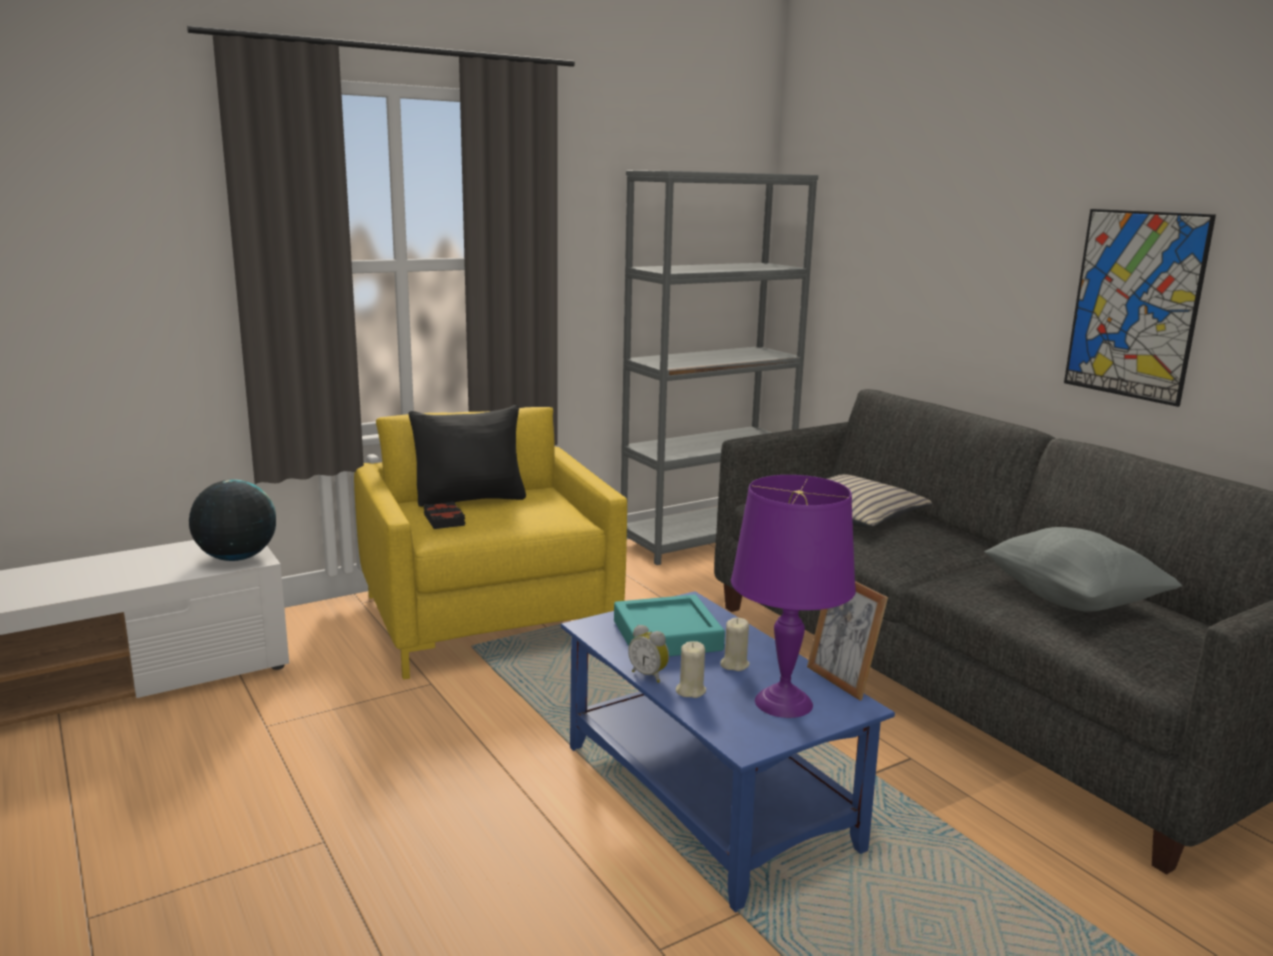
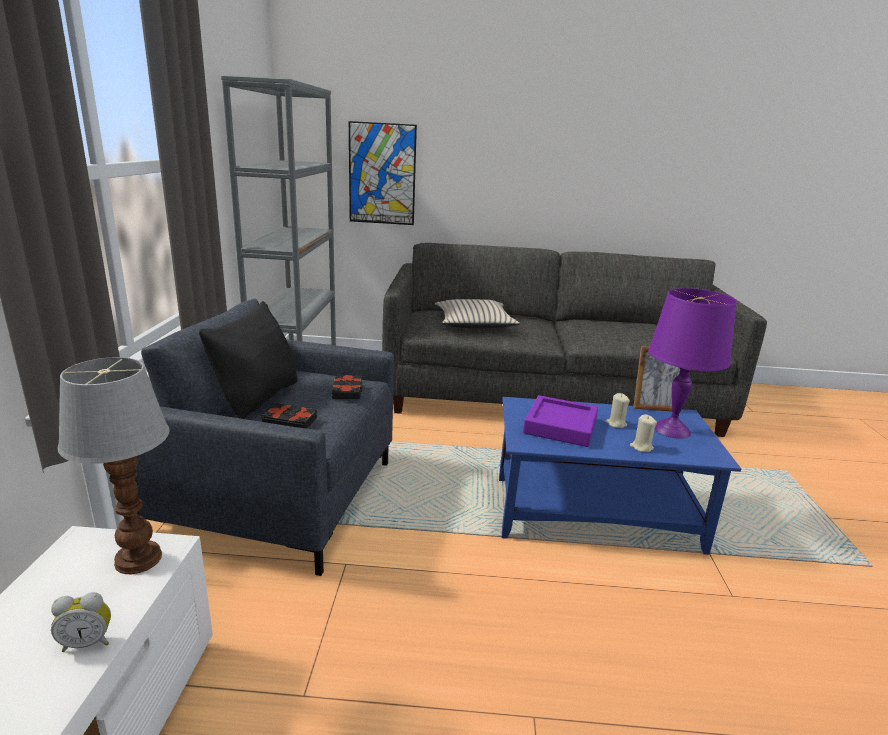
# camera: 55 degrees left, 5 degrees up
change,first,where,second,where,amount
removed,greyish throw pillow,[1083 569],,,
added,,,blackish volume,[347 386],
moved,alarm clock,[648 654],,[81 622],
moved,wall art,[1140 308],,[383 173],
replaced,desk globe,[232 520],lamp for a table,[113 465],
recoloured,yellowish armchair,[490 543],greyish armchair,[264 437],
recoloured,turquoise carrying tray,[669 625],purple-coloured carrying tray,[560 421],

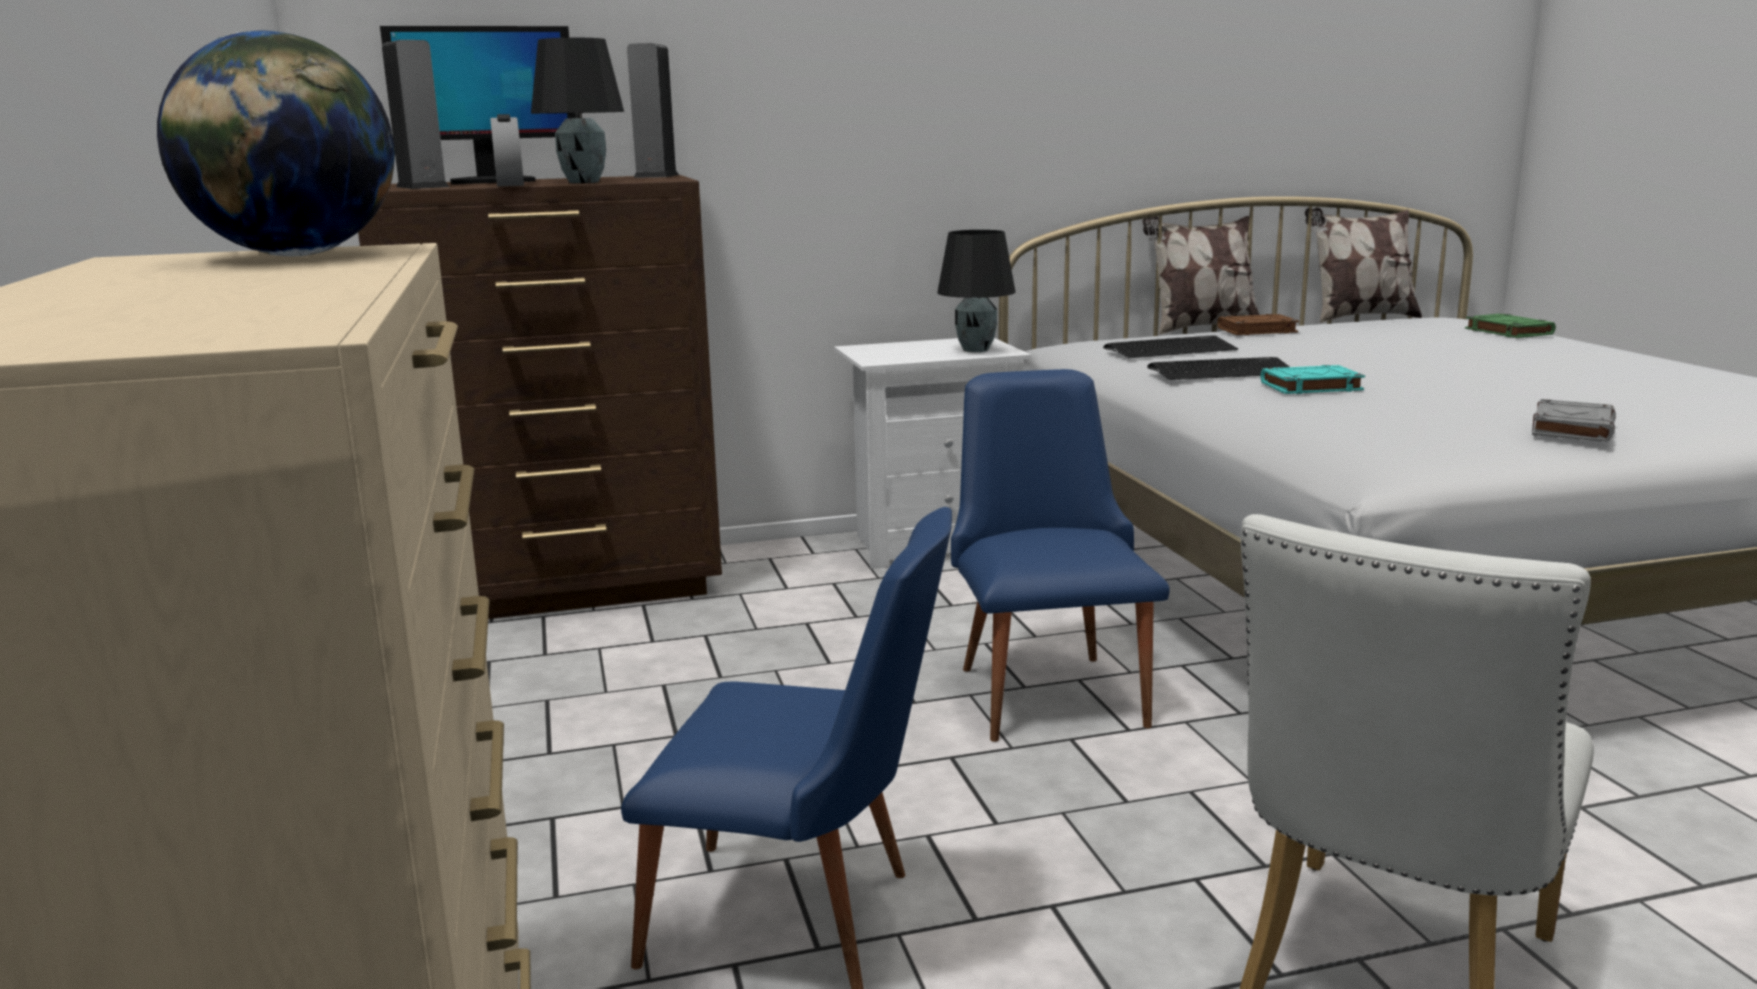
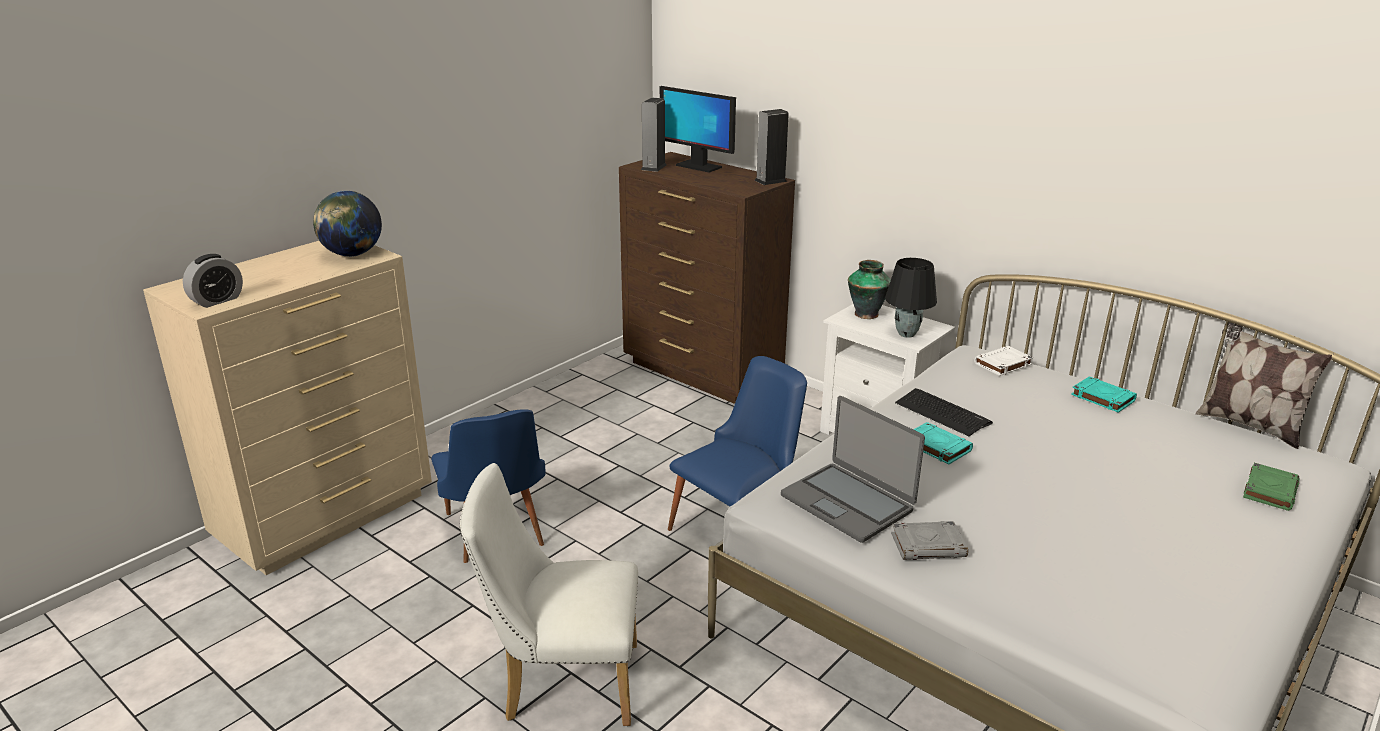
# camera: 55 degrees right, 10 degrees up
change,first,where,second,where,amount
removed,blackish lamp for a table,[577 110],,,
removed,computer keyboard,[1170 347],,,
removed,throw pillow,[1201 275],,,
added,,,portable computer,[853 469],
added,,,decorative vase,[869 289],
added,,,whitish volume,[1003 361],
moved,alarm clock,[507 150],,[213 281],
recoloured,brown-coloured volume,[1258 324],turquoise volume,[1104 394],

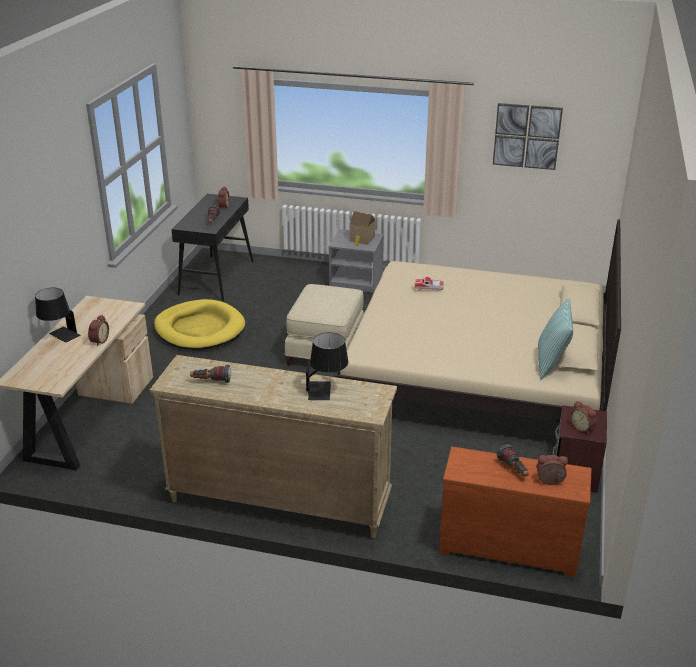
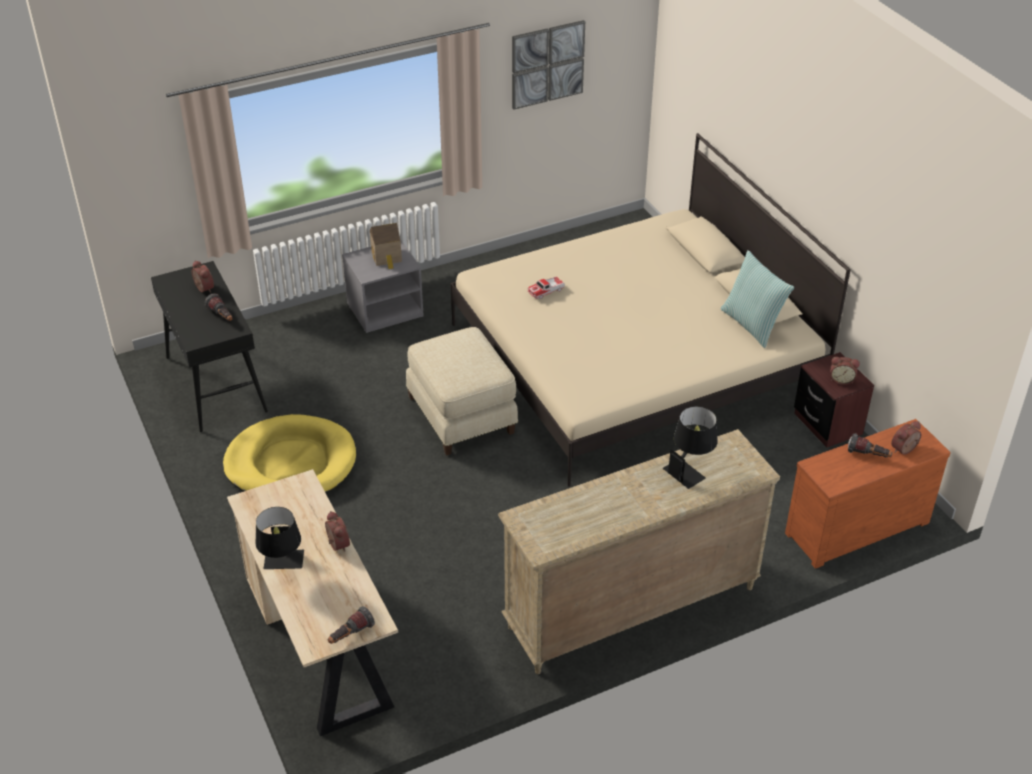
# camera: 40 degrees left, 10 degrees up
change,first,where,second,where,amount
moved,flashlight,[210 373],,[351 625],

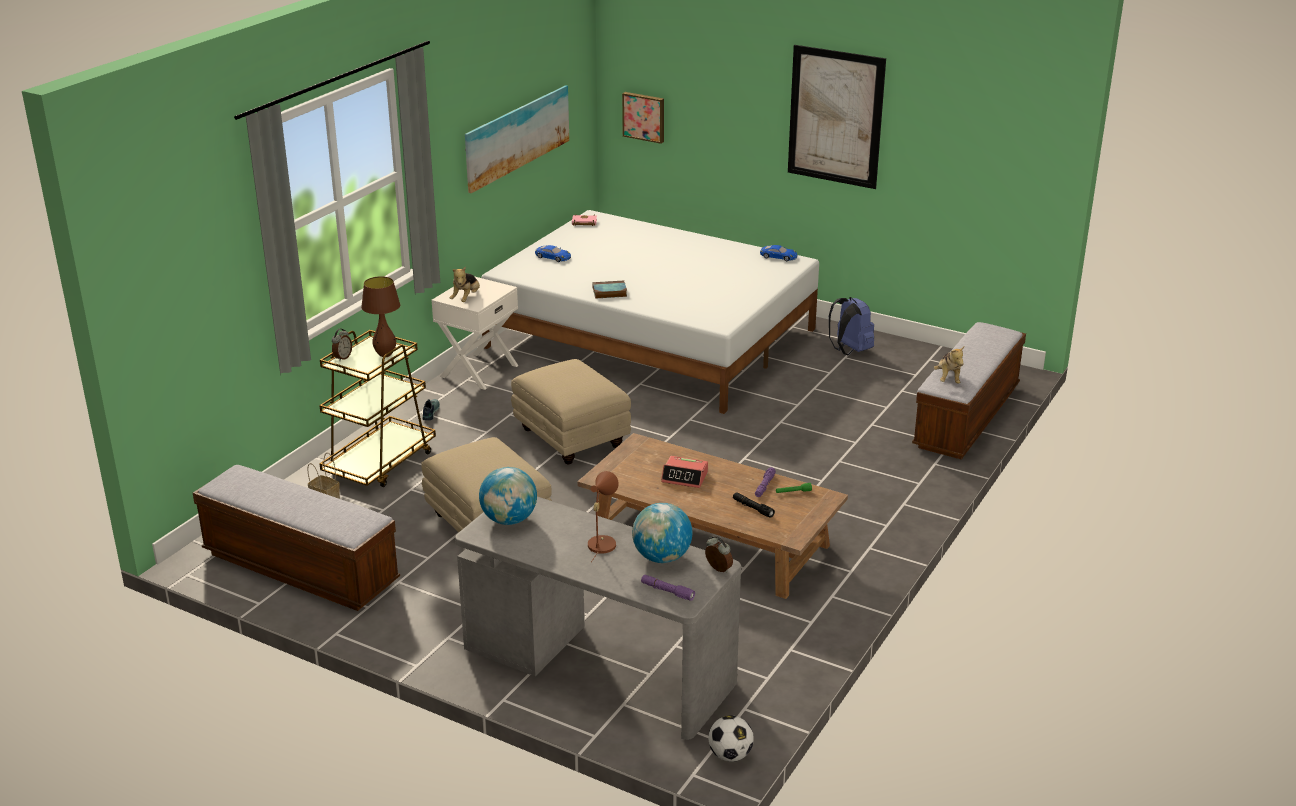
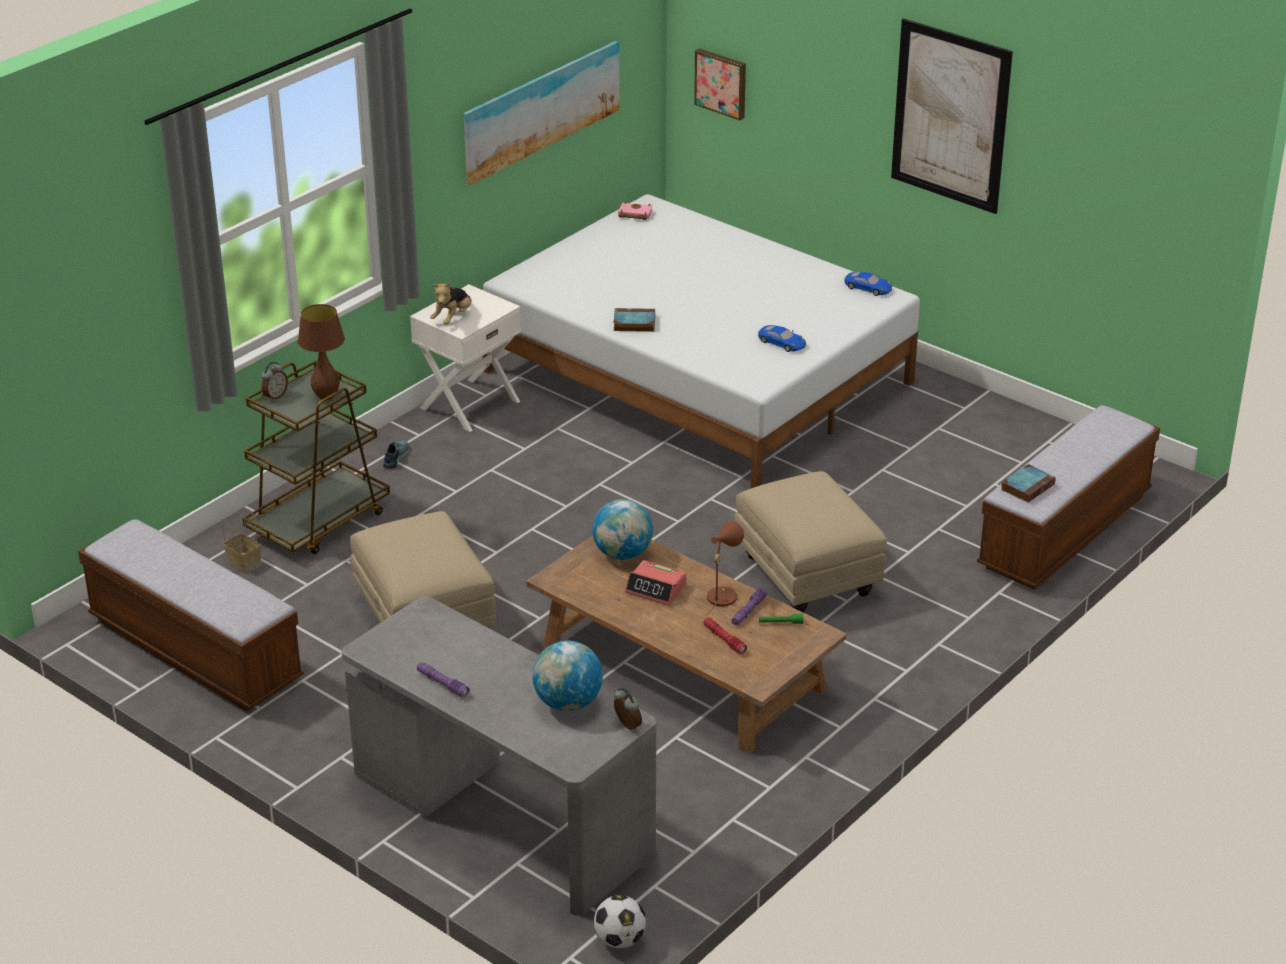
# camera: 10 degrees right, 5 degrees up
change,first,where,second,where,amount
removed,blue-coloured backpack,[851 326],,,
moved,desk globe,[508 496],,[622 529],
moved,beige pouffe,[571 411],,[810 542],
moved,blue-coloured model car,[553 253],,[782 338],
moved,brown-coloured lamp for a table,[603 516],,[725 568],
moved,purple-coloured flashlight,[668 588],,[443 679],
replaced,soft toy,[949 364],volume,[1028 483],
recoloured,blackish flashlight,[754 505],reddish flashlight,[725 635],

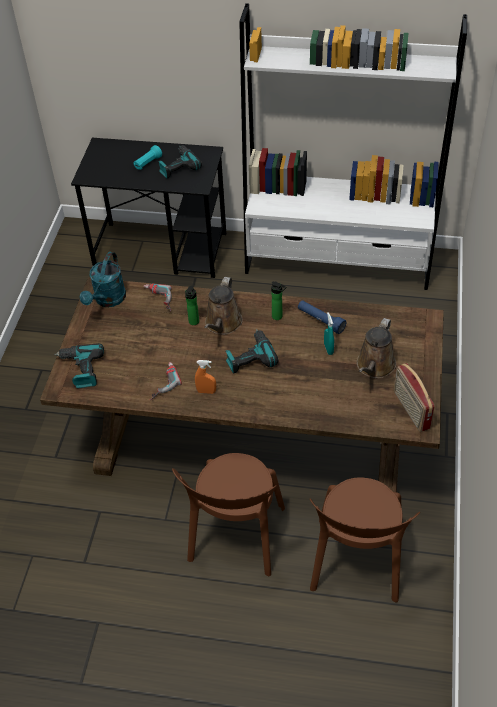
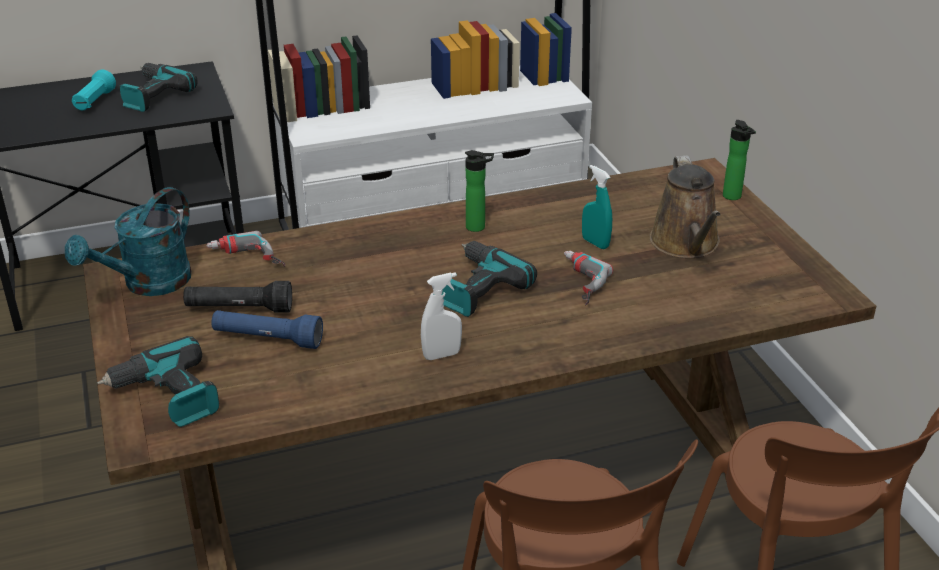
# camera: 30 degrees left, 15 degrees down
change,first,where,second,where,amount
removed,brown-coloured sprinkling can,[223 306],,,
removed,radio set,[414 397],,,
added,,,blackish flashlight,[237 297],
moved,drill,[166 381],,[588 278],
moved,beverage bottle,[192 305],,[739 160],
moved,blue-coloured flashlight,[322 317],,[267 329],
recoloured,orange-coloured sprayer,[205 377],whitish sprayer,[441 316],
turned,turquoise sprinkling can,[103 279],,[128 241],45 degrees clockwise

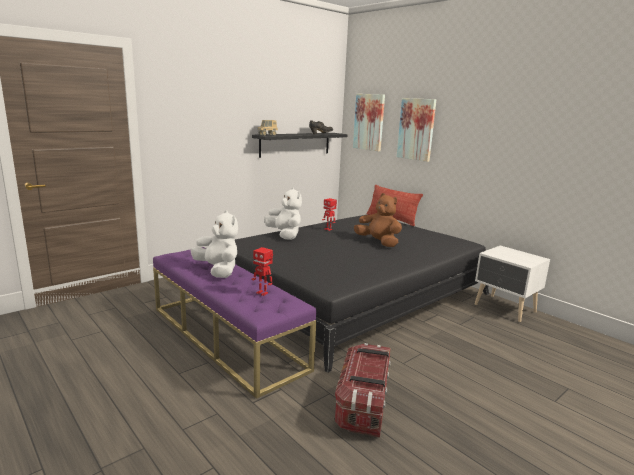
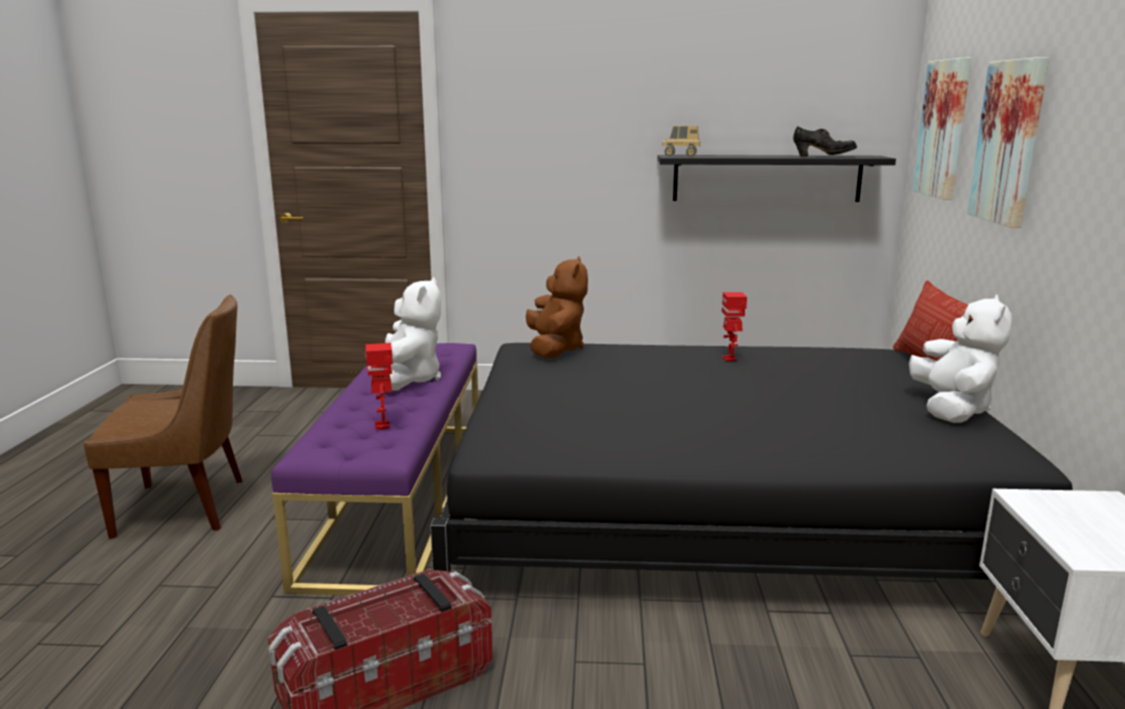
# camera: 45 degrees right, 0 degrees up
change,first,where,second,where,amount
added,,,brown-coloured upright chair,[163 416],
moved,whitish soft toy,[283 214],,[960 359],
moved,brown-coloured soft toy,[378 220],,[557 307],

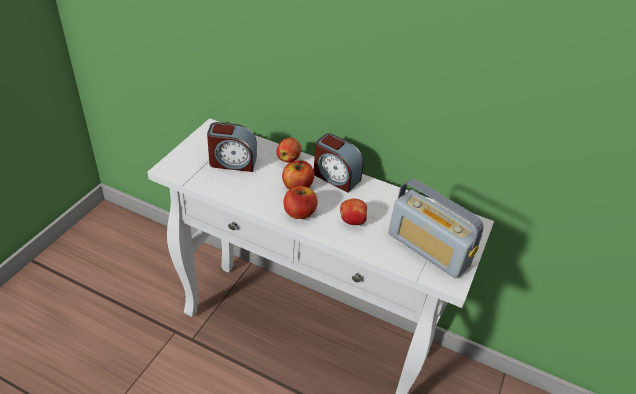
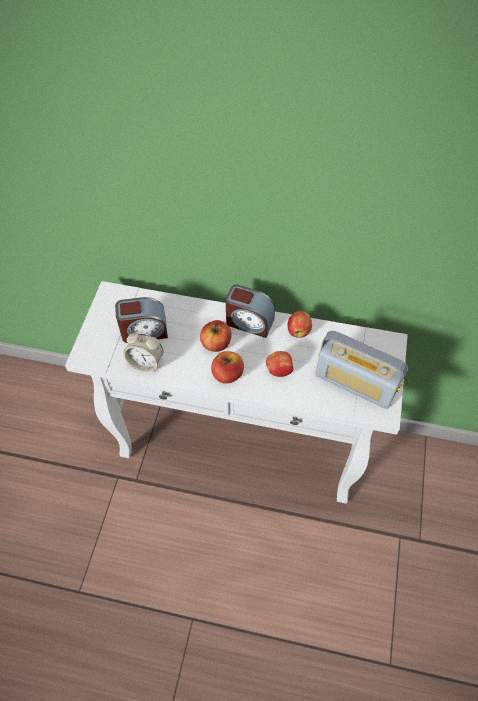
# camera: 10 degrees left, 15 degrees up
change,first,where,second,where,amount
added,,,alarm clock,[143 352],
moved,apple,[289 150],,[300 324],

